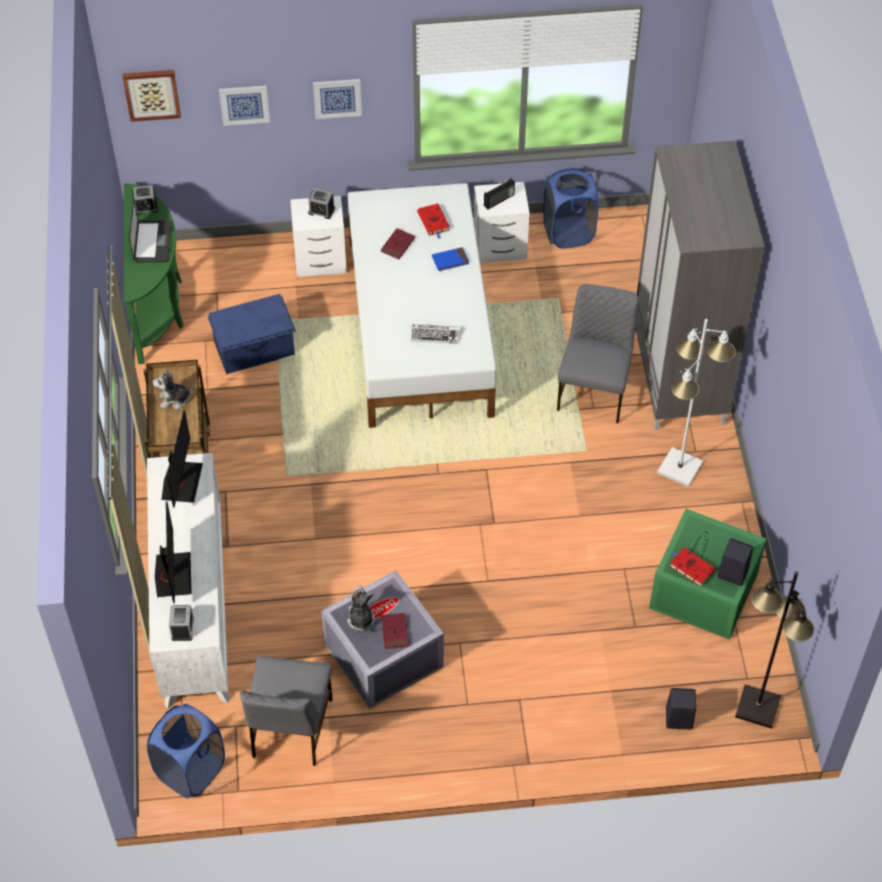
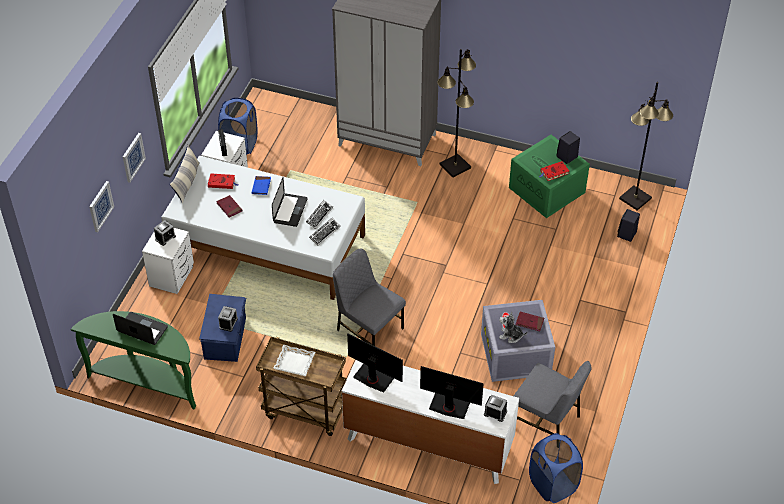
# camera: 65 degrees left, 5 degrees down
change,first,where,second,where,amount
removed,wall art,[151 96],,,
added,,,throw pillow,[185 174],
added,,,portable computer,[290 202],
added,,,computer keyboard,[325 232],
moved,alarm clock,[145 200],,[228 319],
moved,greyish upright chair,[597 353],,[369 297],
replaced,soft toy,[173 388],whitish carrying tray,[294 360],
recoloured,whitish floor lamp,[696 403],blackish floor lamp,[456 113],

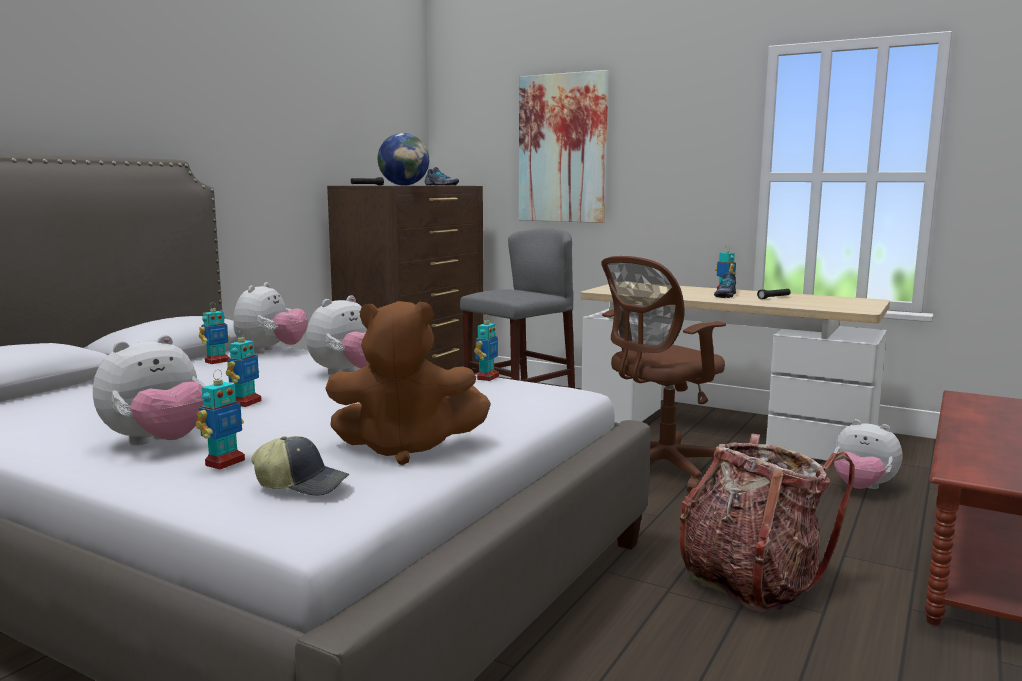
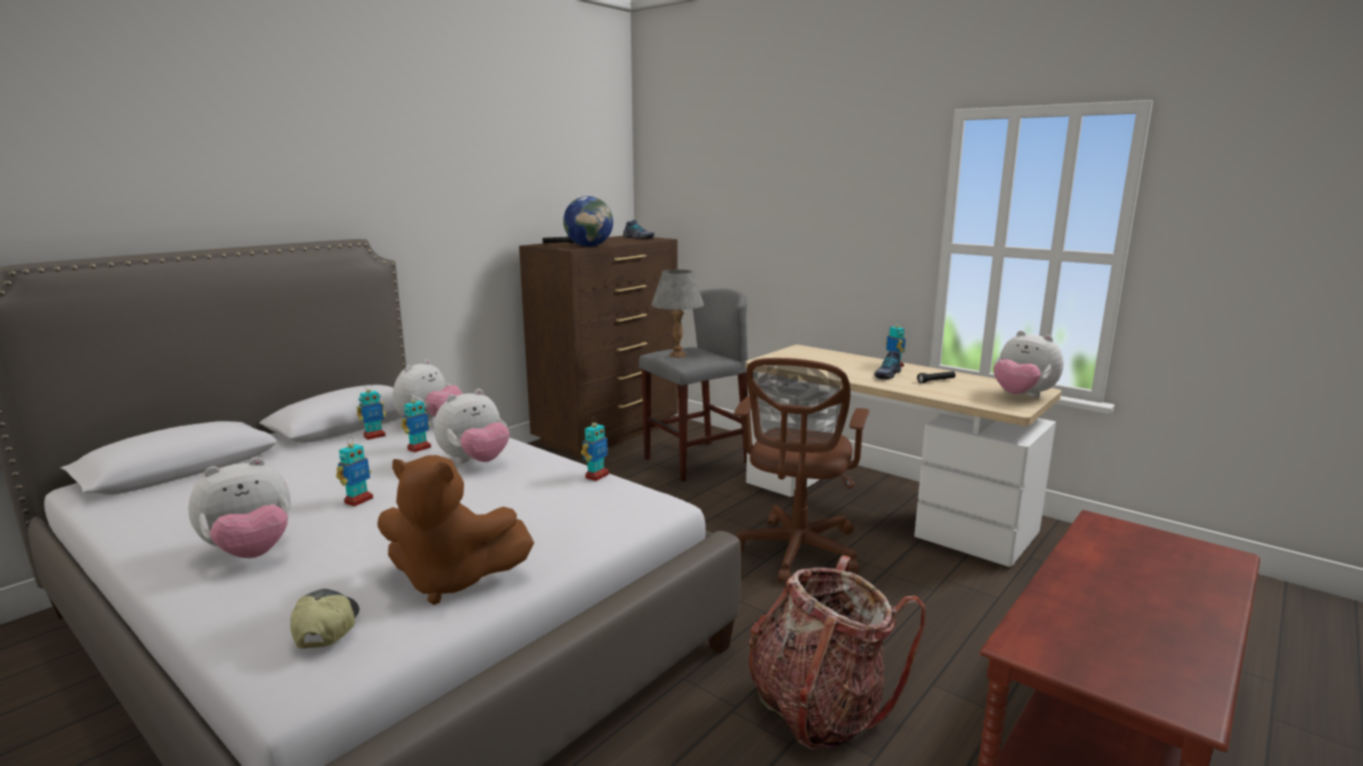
# camera: 10 degrees right, 5 degrees up
change,first,where,second,where,amount
removed,wall art,[564 146],,,
added,,,greyish lamp for a table,[677 314],
moved,toy robot,[220 421],,[416 423],
moved,soft toy,[868 454],,[1028 364],
turned,cap,[300 466],,[324 619],120 degrees counterclockwise
turned,brown-coloured computer chair,[663 374],,[801 470],45 degrees counterclockwise

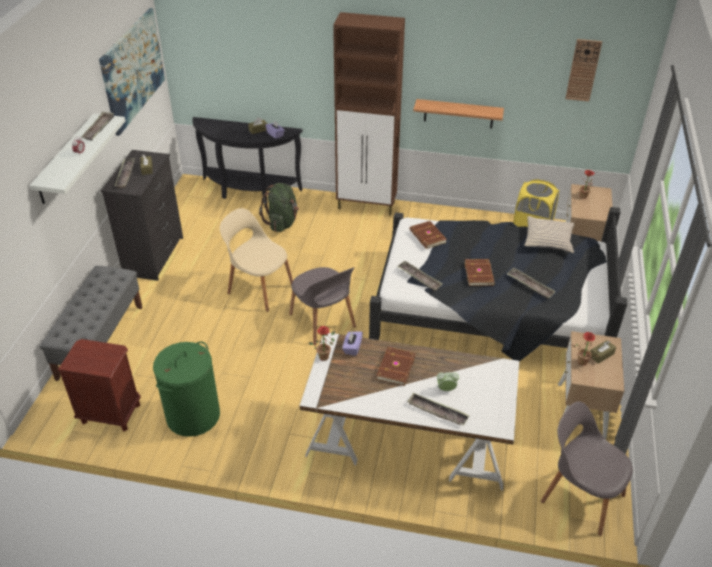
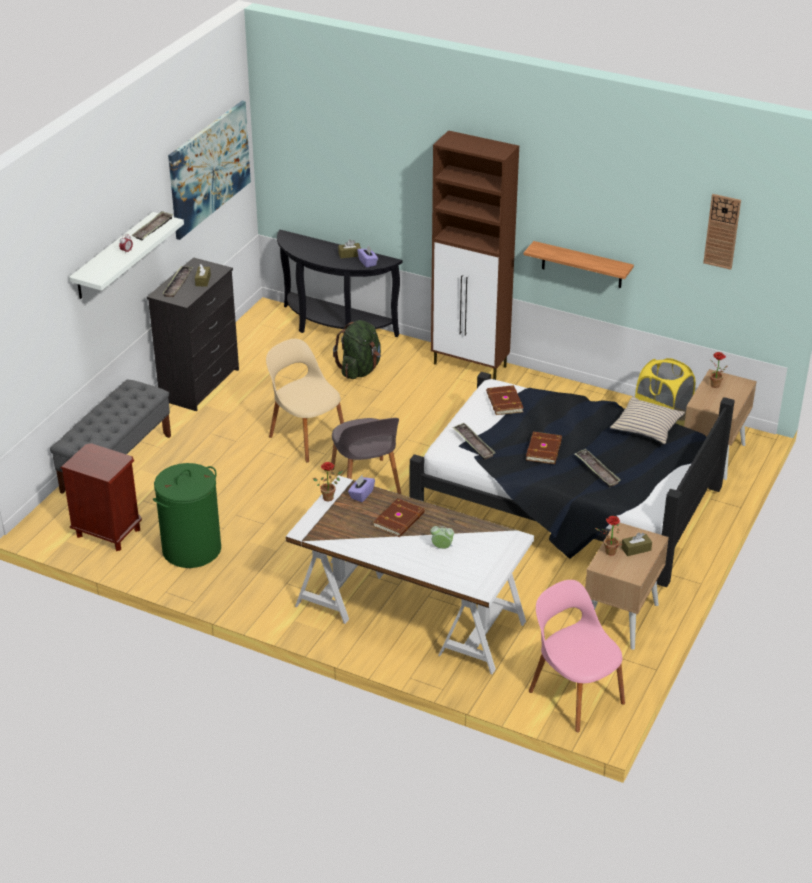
# camera: 15 degrees right, 5 degrees down
change,first,where,second,where,amount
removed,carrying tray,[438 408],,,
recoloured,greyish upright chair,[587 468],pink-coloured upright chair,[577 656],

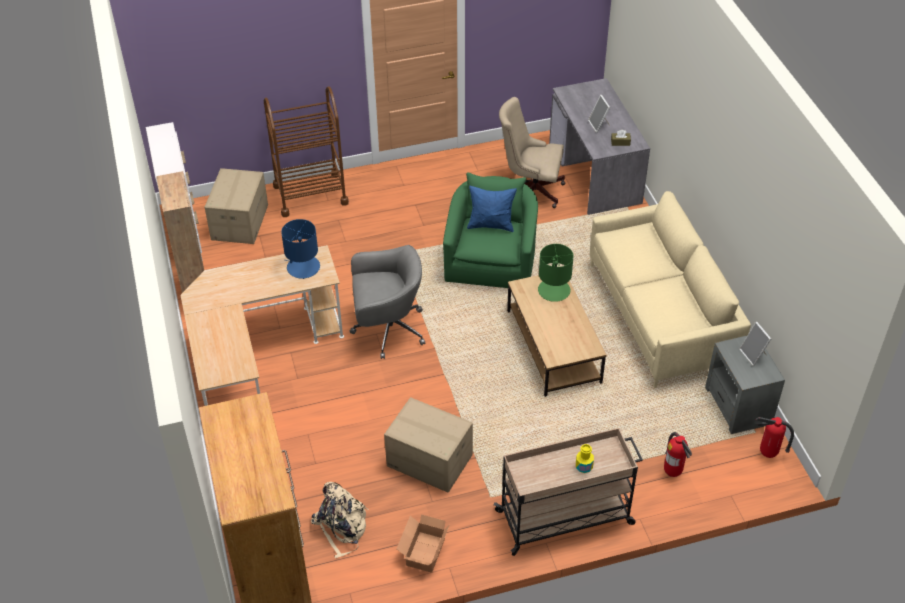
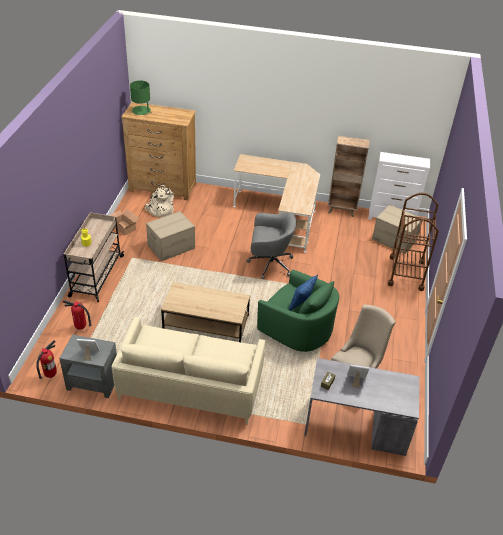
# camera: 115 degrees right, 5 degrees down
change,first,where,second,where,amount
removed,blue-coloured lamp for a table,[300 249],,,
moved,green lamp for a table,[556 273],,[141 98],
turned,greyish computer chair,[387 302],,[271 245],105 degrees counterclockwise

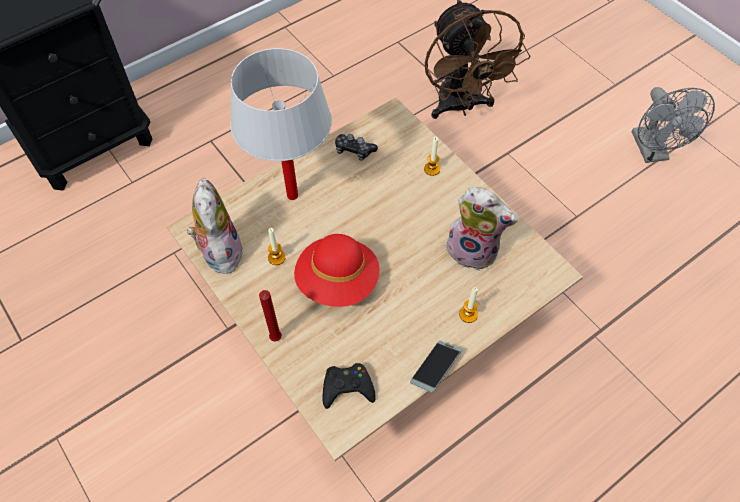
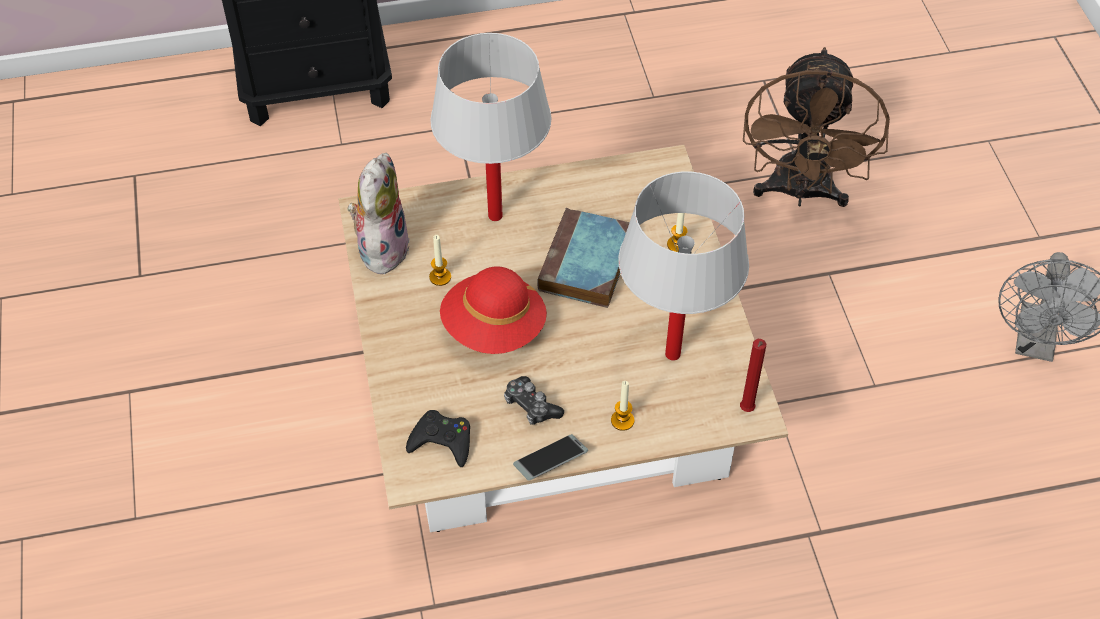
# camera: 25 degrees right, 5 degrees down
change,first,where,second,where,amount
added,,,volume,[583 258],
moved,reddish candle,[270 316],,[753 375],
moved,joypad,[356 147],,[534 400],
replaced,soft toy,[482 229],whitish lamp for a table,[683 266],

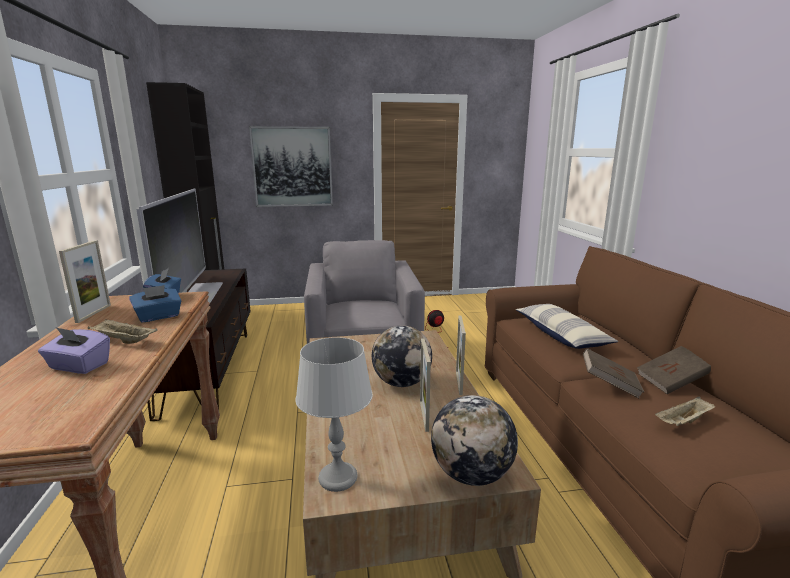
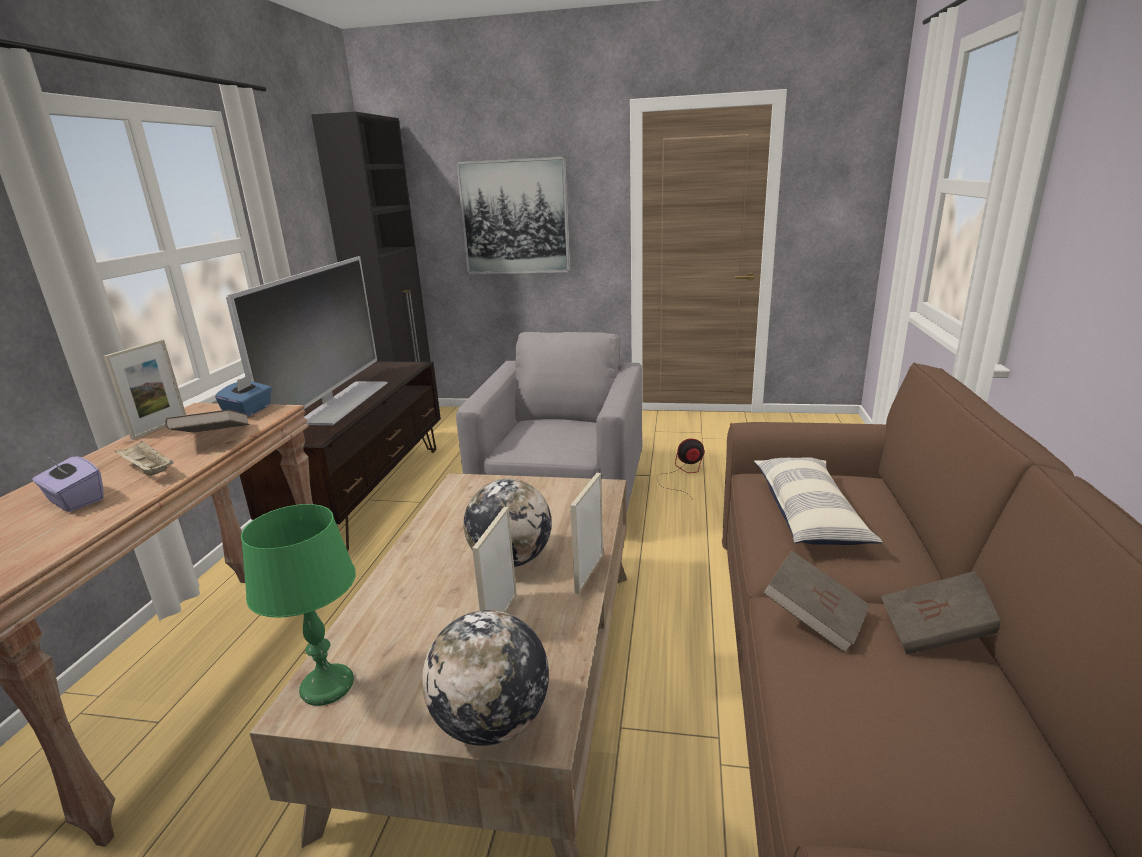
# camera: 20 degrees right, 5 degrees up
change,first,where,second,where,amount
removed,beige carrying tray,[685 411],,,
replaced,blue-coloured tissue box,[155 304],brown-coloured volume,[207 421],
recoloured,greyish lamp for a table,[334 414],green lamp for a table,[298 605],

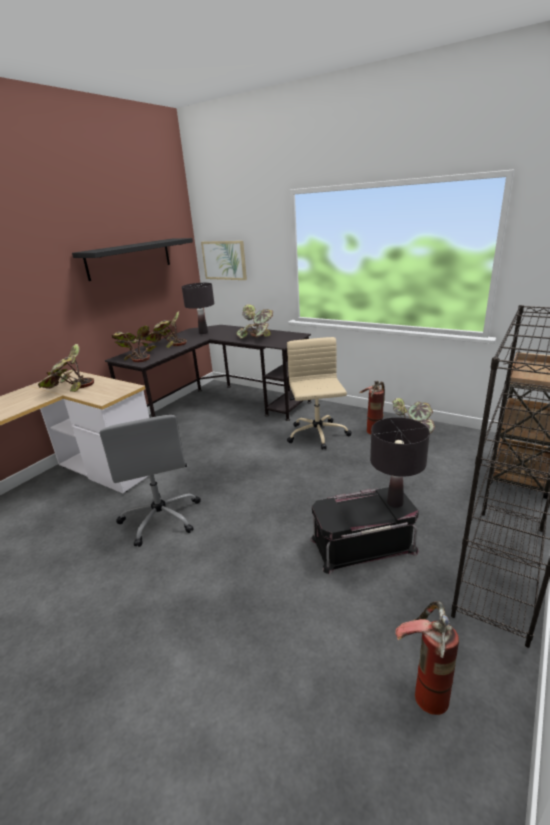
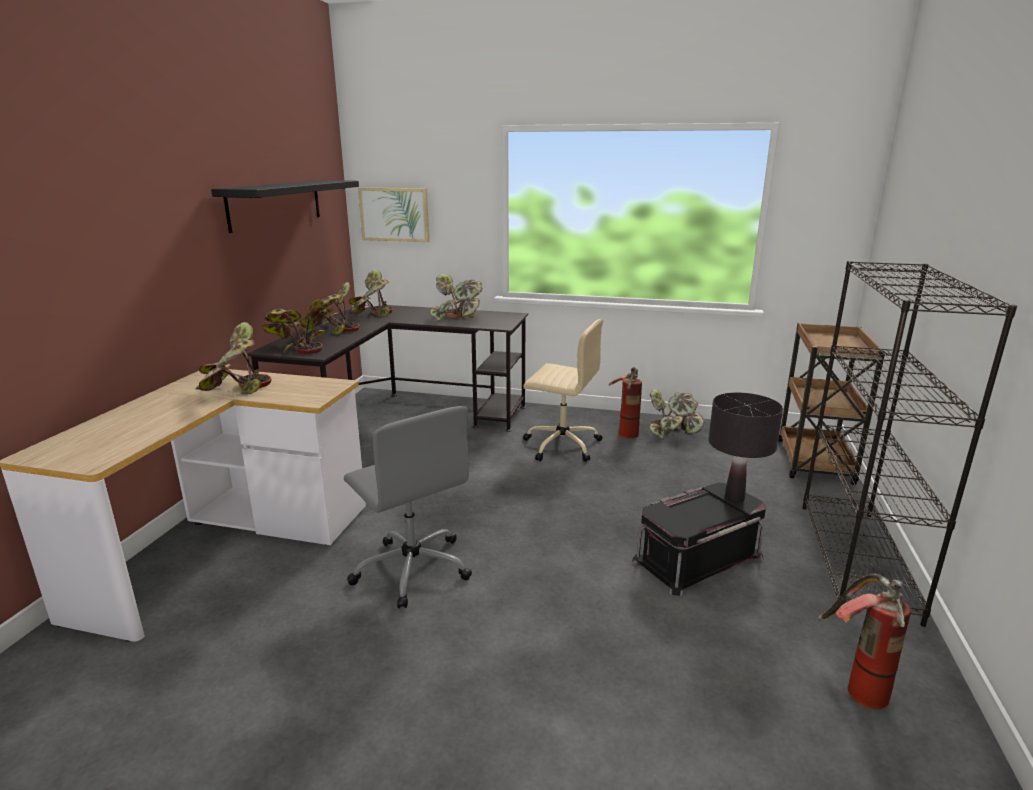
# camera: 20 degrees left, 5 degrees down
change,first,where,second,where,amount
replaced,blackish lamp for a table,[198 308],houseplant,[371 293],
turned,beige computer chair,[319 393],,[563 390],135 degrees clockwise

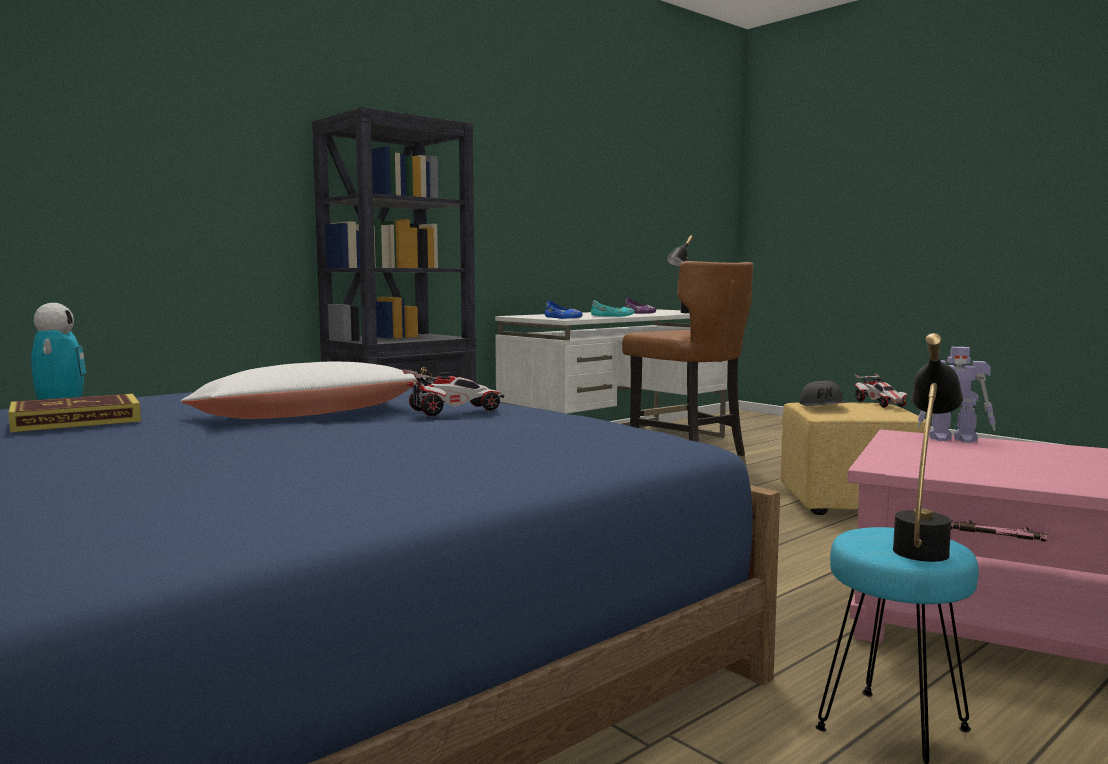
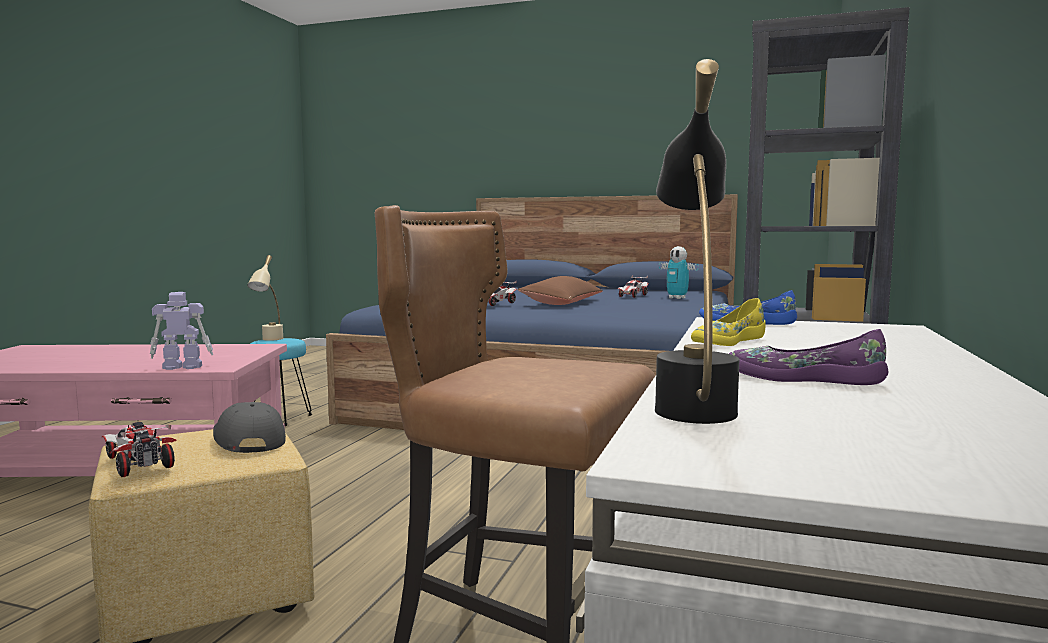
# camera: 150 degrees right, 0 degrees up
change,first,where,second,where,amount
replaced,volume,[74 413],model car,[633 287],
recoloured,whitish throw pillow,[303 390],brown-coloured throw pillow,[560 290],
recoloured,turquoise shoe,[613 308],yellowish shoe,[728 322],
recoloured,blackish lamp for a table,[928 447],beige lamp for a table,[265 298],

